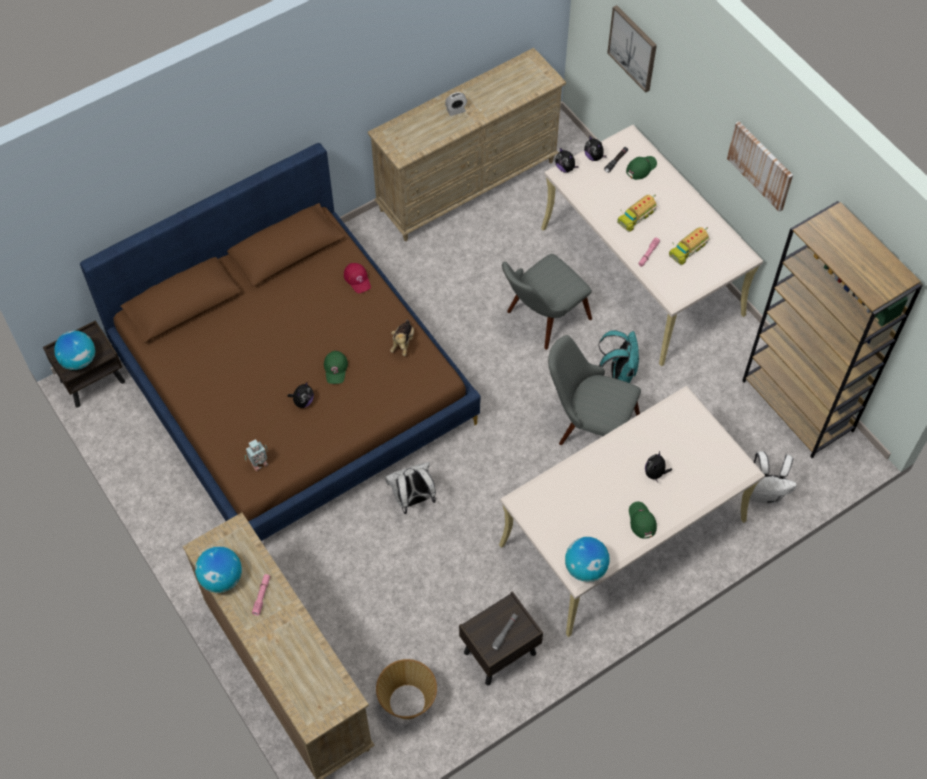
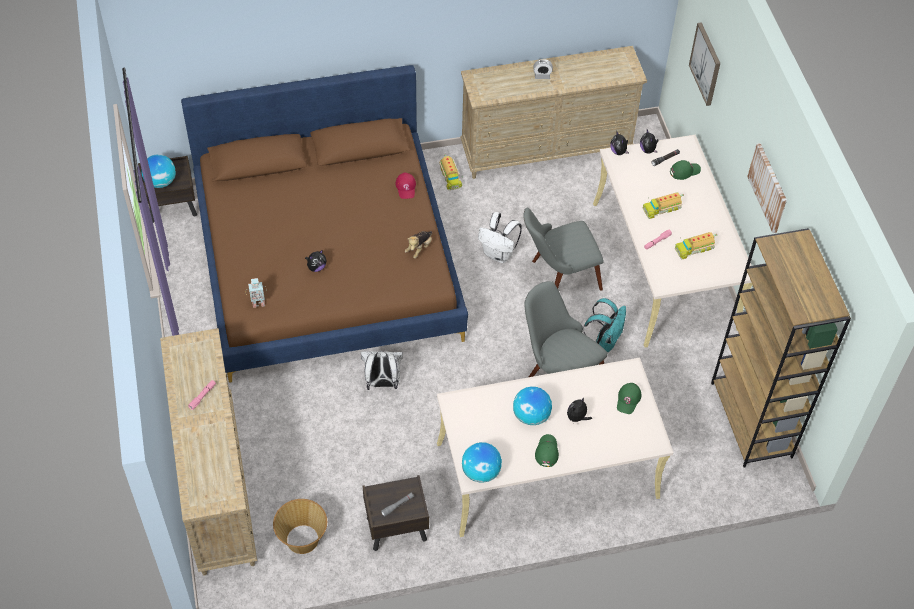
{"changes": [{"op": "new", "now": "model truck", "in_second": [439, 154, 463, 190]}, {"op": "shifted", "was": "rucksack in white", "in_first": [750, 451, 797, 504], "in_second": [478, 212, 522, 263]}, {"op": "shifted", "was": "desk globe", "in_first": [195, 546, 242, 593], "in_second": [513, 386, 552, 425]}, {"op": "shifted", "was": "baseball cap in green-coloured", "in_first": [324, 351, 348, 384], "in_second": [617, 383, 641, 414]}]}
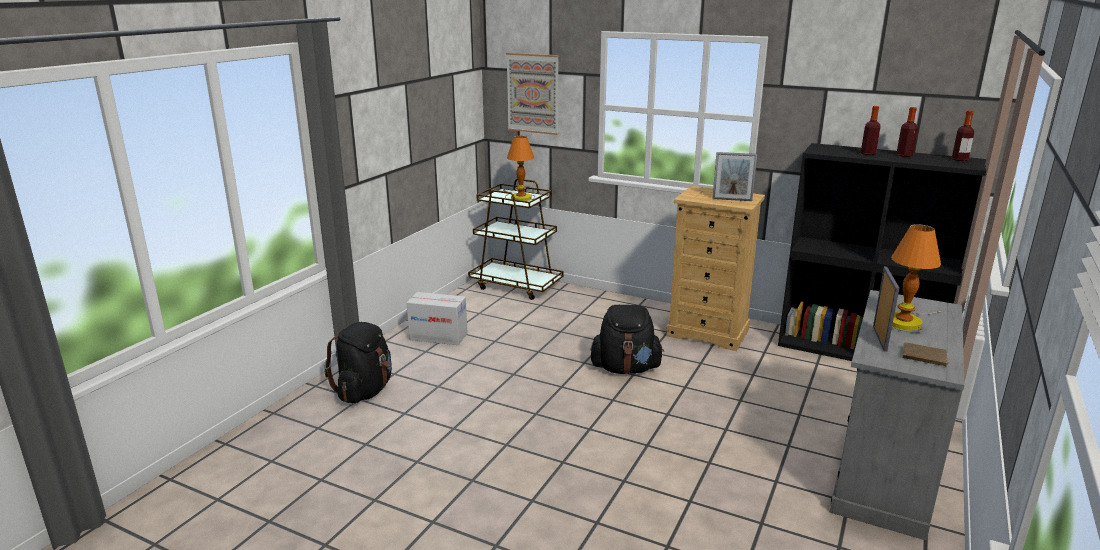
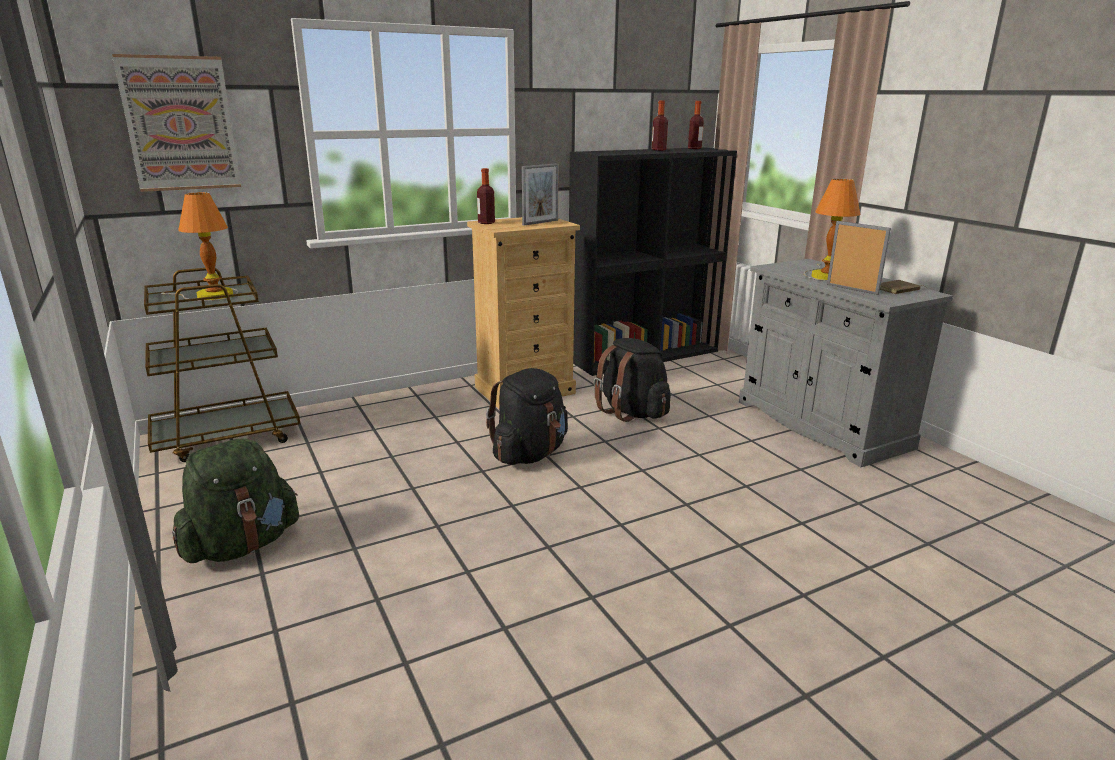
{"changes": [{"op": "swapped", "was": "packing box", "now": "rucksack in green-coloured", "in_first": [407, 292, 468, 345], "in_second": [172, 438, 299, 563]}, {"op": "shifted", "was": "drink bottle", "in_first": [861, 106, 881, 155], "in_second": [477, 168, 495, 224]}, {"op": "shifted", "was": "rucksack in black", "in_first": [324, 322, 392, 403], "in_second": [594, 338, 670, 422]}]}
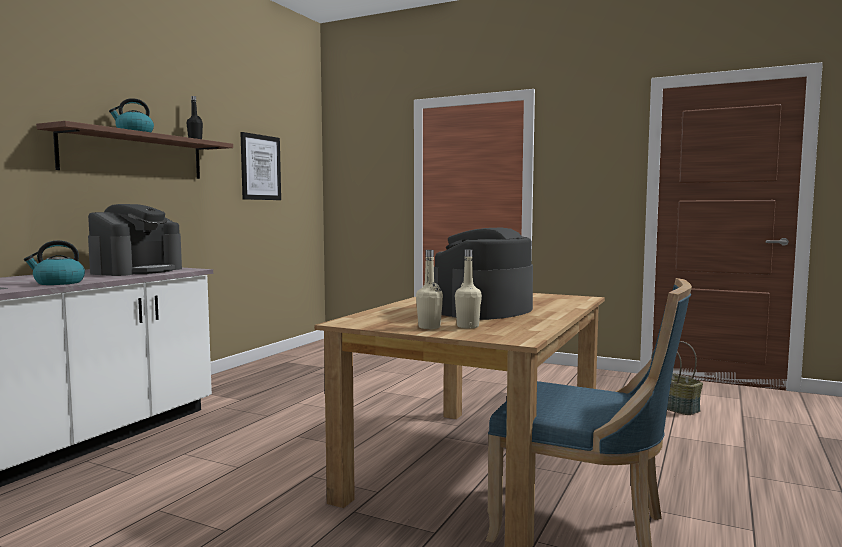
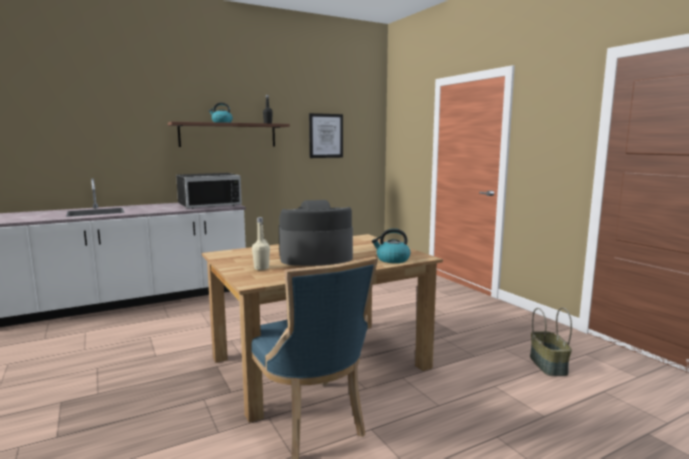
{"changes": [{"op": "swapped", "was": "coffee brewer", "now": "microwave in black", "in_first": [88, 204, 182, 276], "in_second": [176, 173, 242, 209]}, {"op": "shifted", "was": "tea kettle", "in_first": [24, 240, 85, 285], "in_second": [372, 228, 411, 263]}, {"op": "gone", "was": "drink bottle in beige-coloured", "in_first": [416, 250, 443, 329]}]}
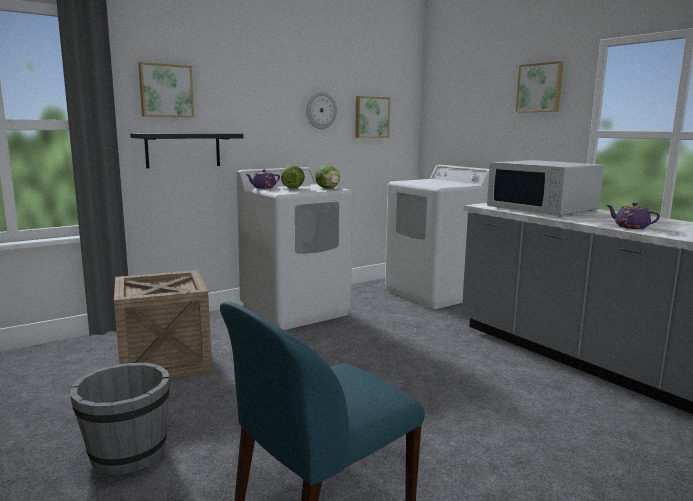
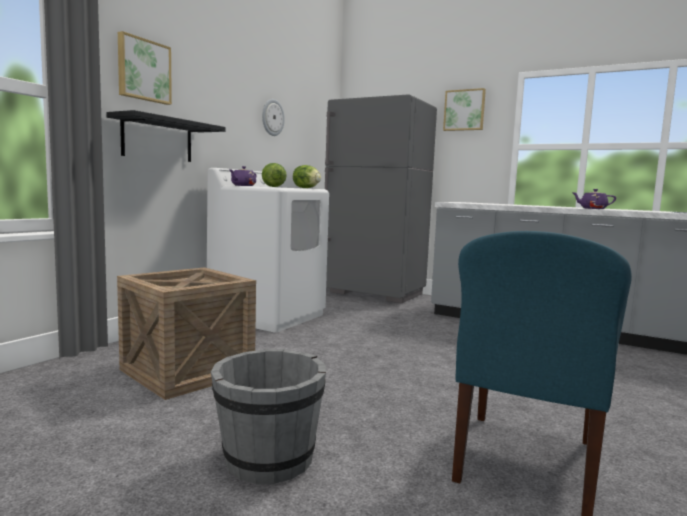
{"changes": [{"op": "swapped", "was": "laundry appliance in white", "now": "fridge in gray", "in_first": [385, 165, 489, 309], "in_second": [325, 94, 437, 303]}, {"op": "gone", "was": "picture", "in_first": [355, 96, 390, 138]}, {"op": "gone", "was": "microwave in white", "in_first": [487, 160, 604, 217]}]}
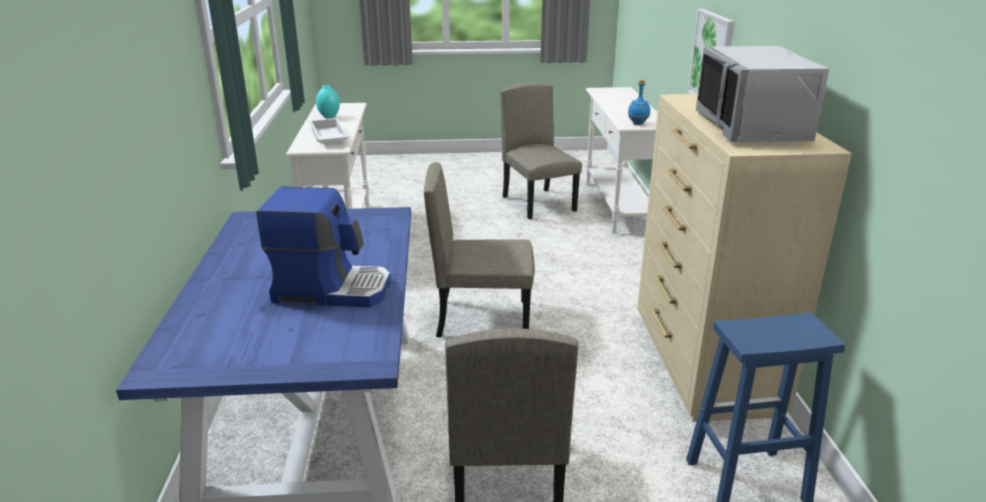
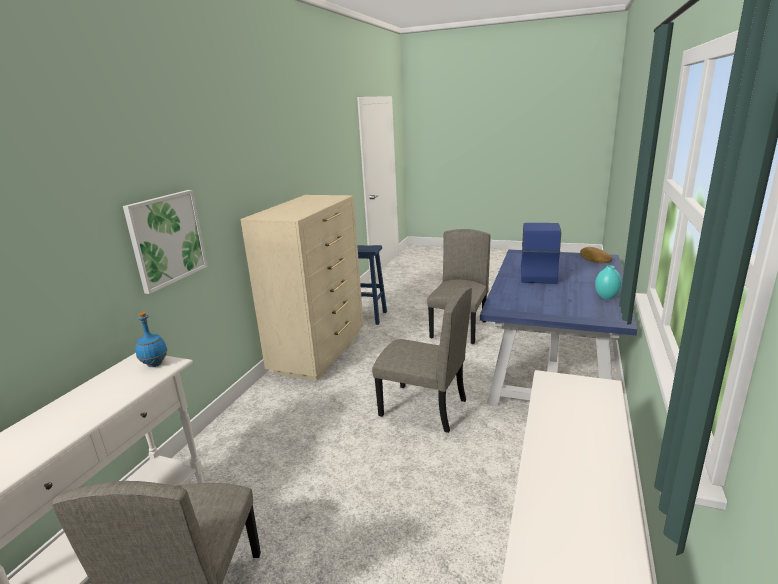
{"changes": [{"op": "rotated", "was": "coffee brewer", "in_first": [256, 186, 391, 307], "in_second": [521, 223, 561, 284], "clockwise": 75}, {"op": "new", "now": "bakery bread", "in_second": [580, 247, 612, 263]}, {"op": "shifted", "was": "decorative vase in turquoise", "in_first": [316, 85, 340, 118], "in_second": [595, 265, 622, 299]}, {"op": "gone", "was": "serving tray in white", "in_first": [309, 118, 349, 142]}, {"op": "gone", "was": "microwave in gray", "in_first": [696, 46, 829, 142]}]}
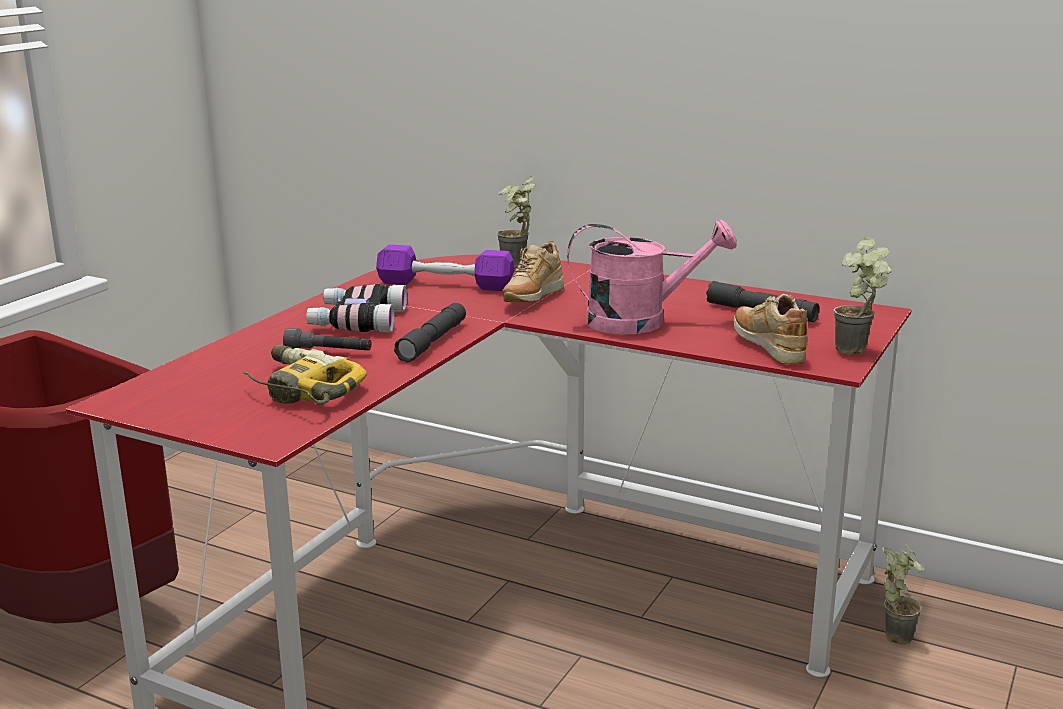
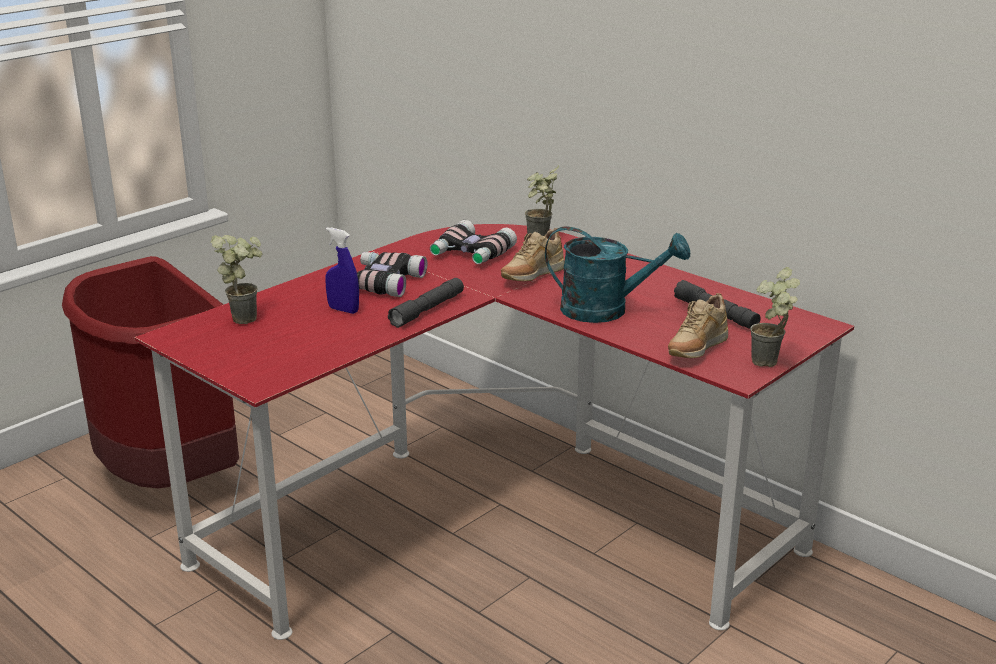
{"changes": [{"op": "shifted", "was": "houseplant", "in_first": [882, 544, 925, 645], "in_second": [210, 235, 263, 324]}, {"op": "swapped", "was": "hand torch in gray", "now": "spray bottle in blue", "in_first": [283, 328, 372, 350], "in_second": [325, 227, 359, 314]}, {"op": "swapped", "was": "dumbbell in purple-coloured", "now": "binoculars", "in_first": [376, 245, 515, 291], "in_second": [430, 220, 517, 264]}, {"op": "repainted", "was": "watering pot in pink-coloured", "now": "watering pot in turquoise", "in_first": [567, 219, 737, 335], "in_second": [545, 226, 690, 323]}, {"op": "rotated", "was": "item of footwear in beige-coloured", "in_first": [733, 294, 808, 364], "in_second": [668, 293, 728, 358], "clockwise": -135}, {"op": "gone", "was": "electric drill", "in_first": [243, 345, 367, 405]}]}
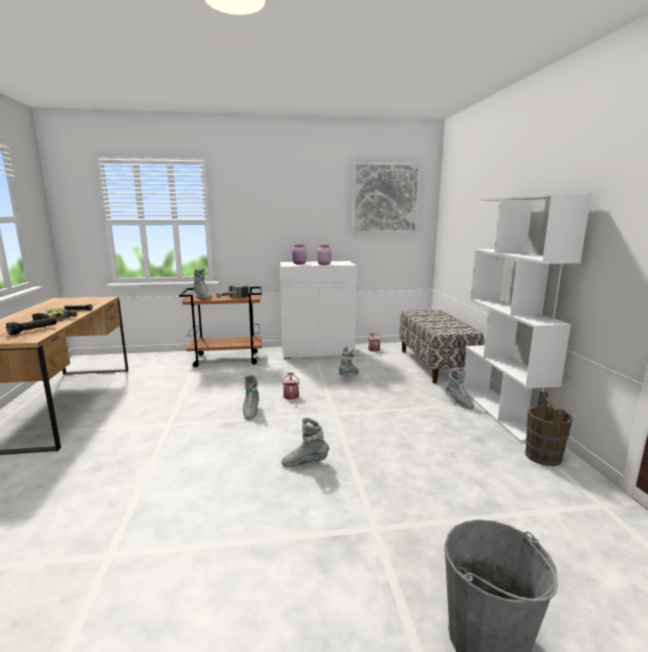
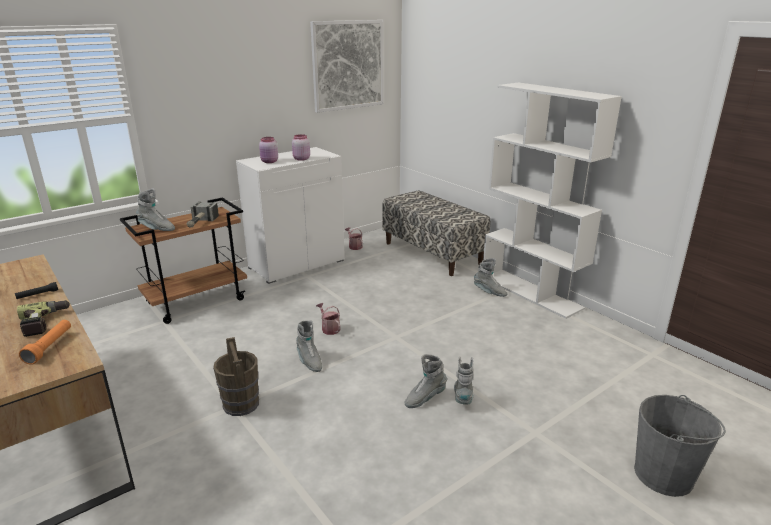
{"changes": [{"op": "repainted", "was": "hand torch in black", "now": "hand torch in orangey", "in_first": [6, 317, 57, 336], "in_second": [19, 320, 71, 365]}, {"op": "shifted", "was": "pail in brown", "in_first": [525, 392, 573, 466], "in_second": [213, 337, 259, 416]}, {"op": "shifted", "was": "boot in gray", "in_first": [339, 347, 359, 376], "in_second": [454, 356, 474, 405]}]}
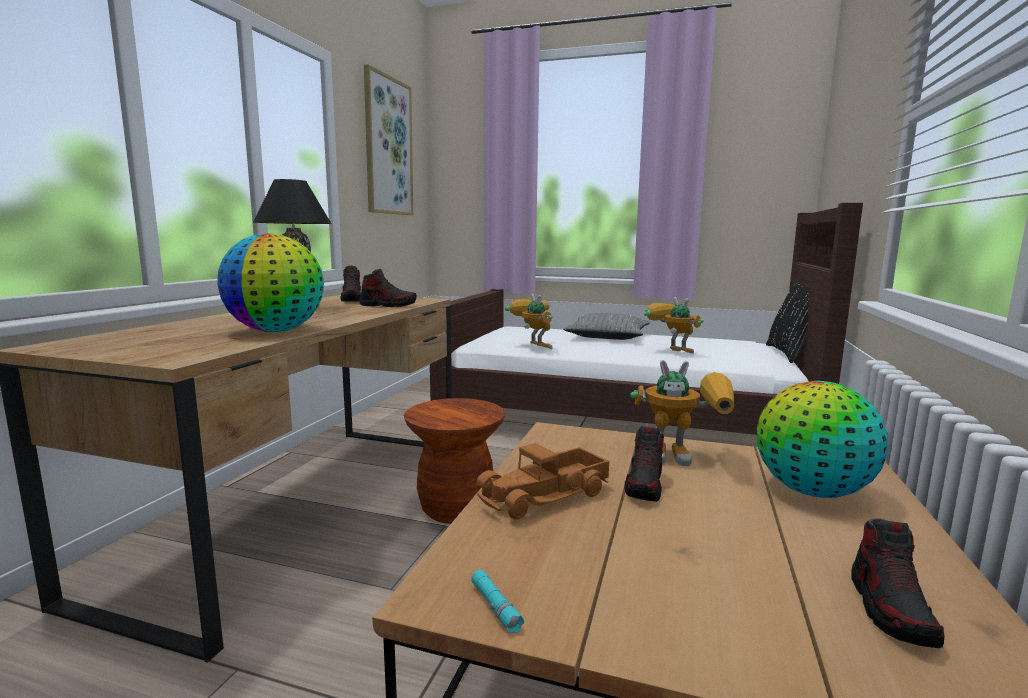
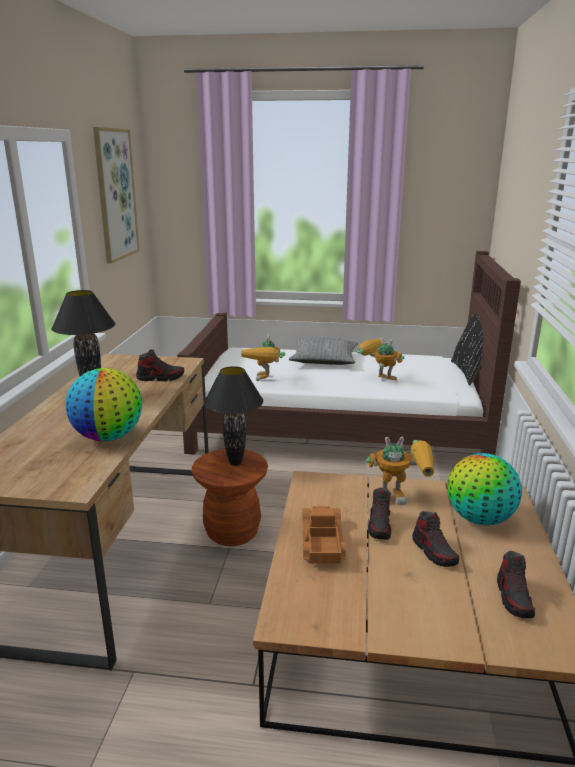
{"changes": [{"op": "new", "now": "tabletop lamp in black", "in_second": [204, 366, 263, 466]}, {"op": "rotated", "was": "toy robot", "in_first": [505, 293, 553, 349], "in_second": [241, 334, 285, 381], "clockwise": -135}, {"op": "rotated", "was": "model truck", "in_first": [477, 443, 609, 520], "in_second": [302, 506, 346, 563], "clockwise": 135}, {"op": "shifted", "was": "item of footwear", "in_first": [340, 265, 361, 301], "in_second": [412, 511, 459, 567]}, {"op": "gone", "was": "hand torch in turquoise", "in_first": [471, 570, 524, 633]}]}
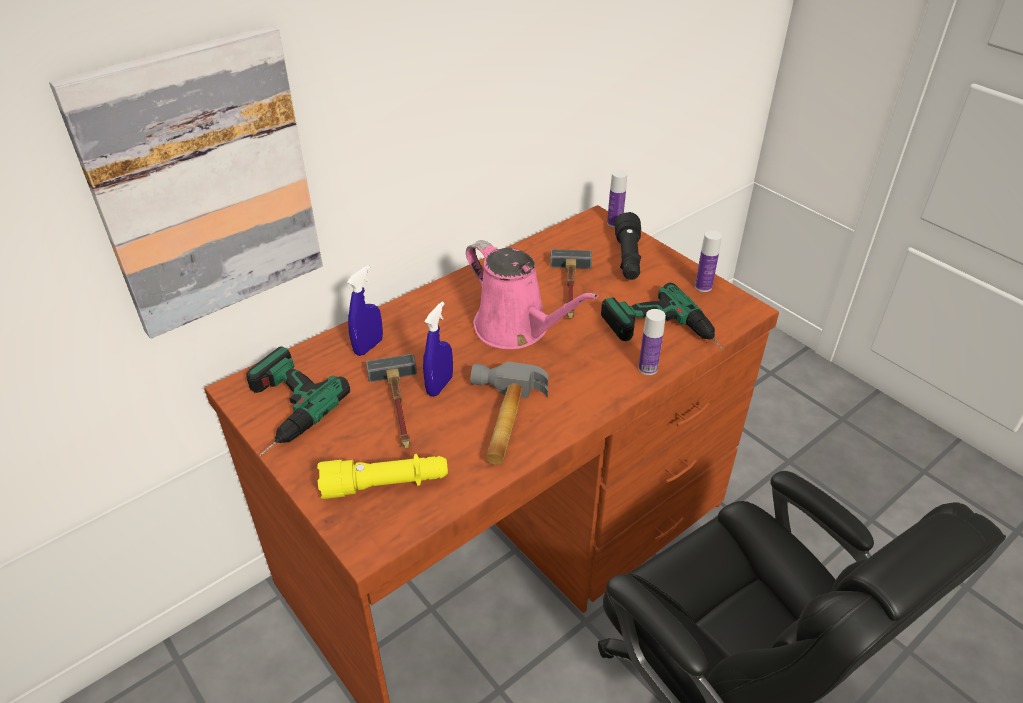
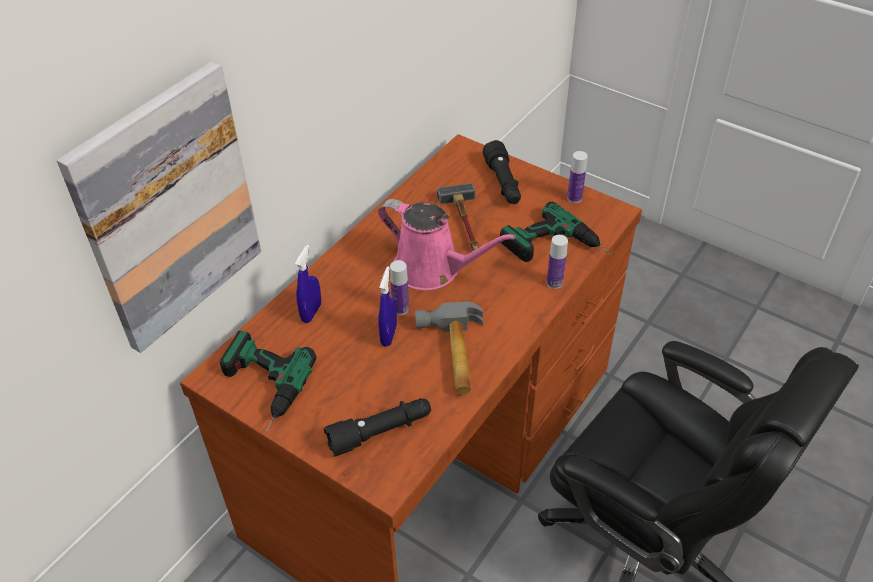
{"changes": [{"op": "repainted", "was": "hand torch in yellow", "now": "hand torch in black", "in_first": [317, 454, 448, 499], "in_second": [324, 398, 431, 457]}, {"op": "shifted", "was": "drink bottle", "in_first": [607, 170, 627, 227], "in_second": [390, 260, 409, 315]}, {"op": "gone", "was": "tool hammer", "in_first": [366, 354, 417, 448]}]}
